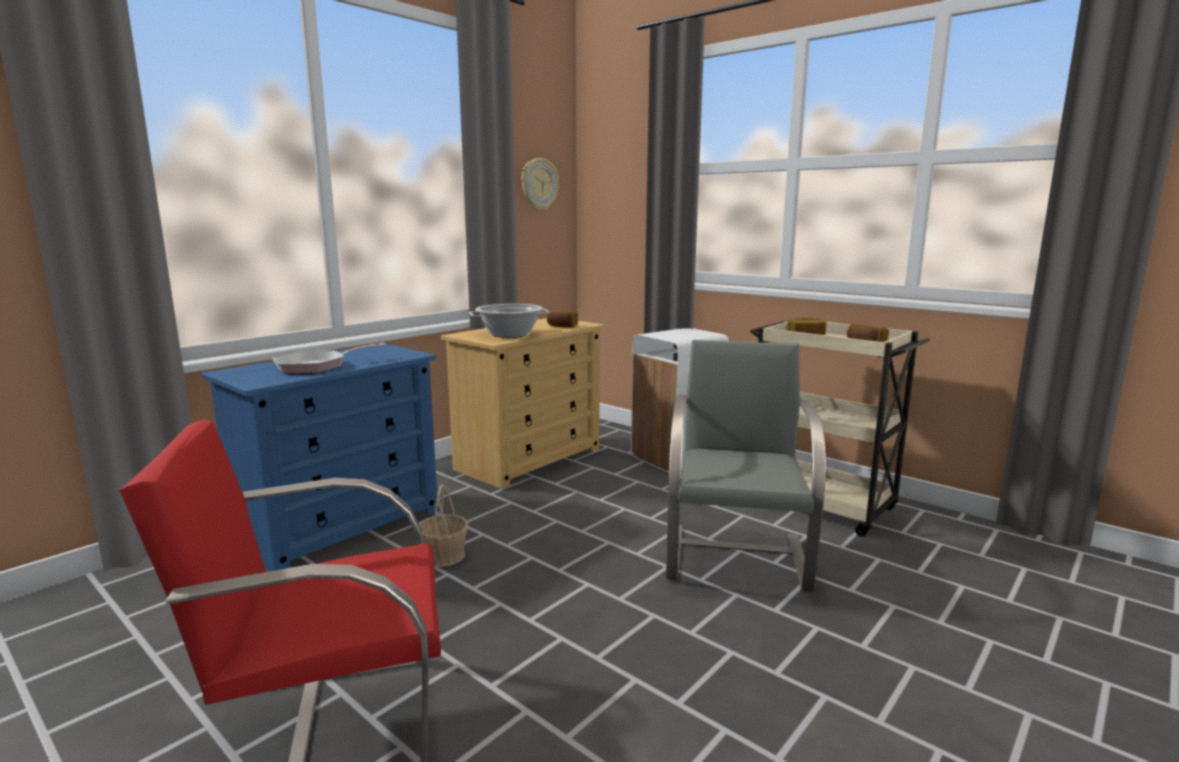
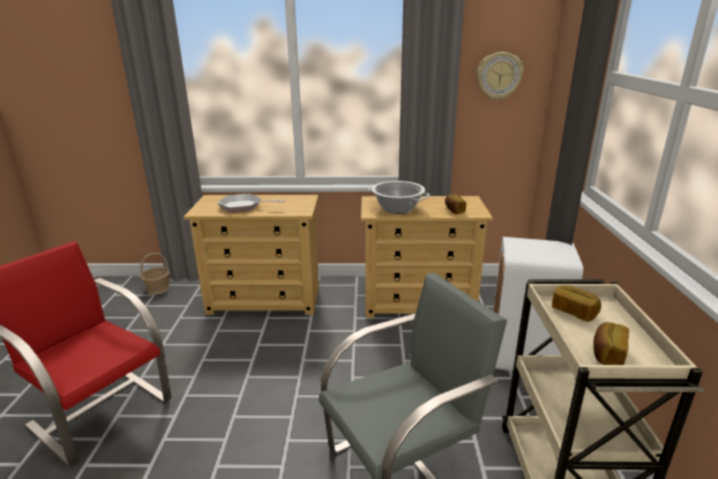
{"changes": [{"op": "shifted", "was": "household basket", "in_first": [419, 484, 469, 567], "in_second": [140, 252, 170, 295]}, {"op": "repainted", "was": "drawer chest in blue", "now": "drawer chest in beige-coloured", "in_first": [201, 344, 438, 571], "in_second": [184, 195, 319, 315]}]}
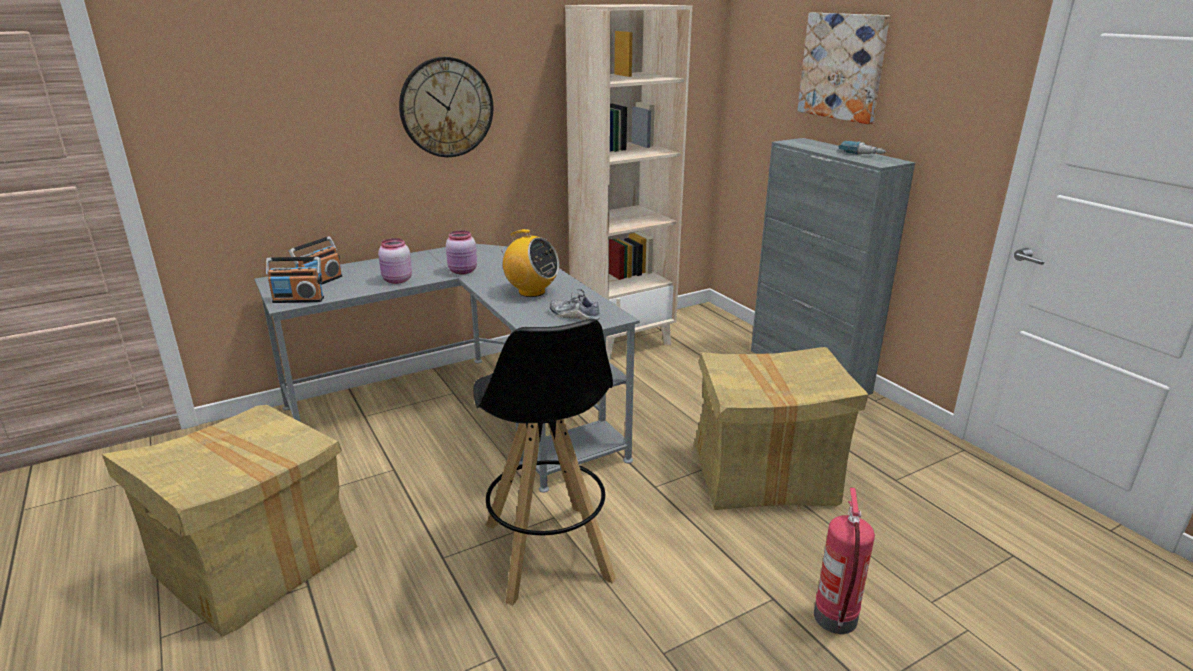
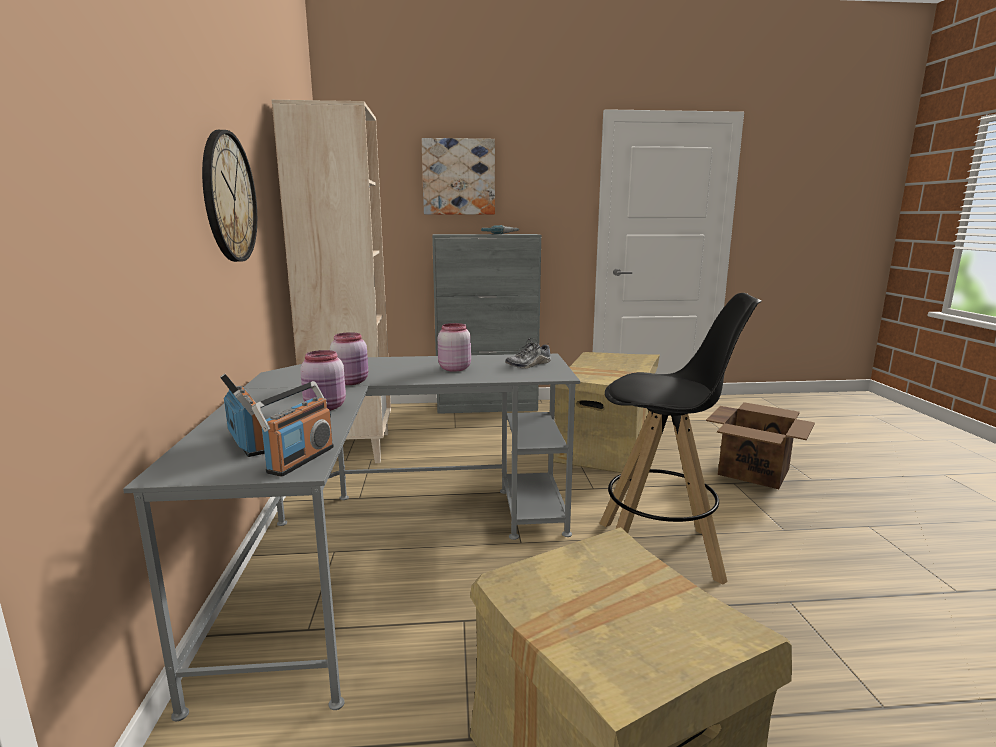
{"changes": [{"op": "swapped", "was": "radio", "now": "storage jar in pink-coloured", "in_first": [497, 229, 559, 297], "in_second": [438, 323, 471, 372]}, {"op": "swapped", "was": "fire extinguisher", "now": "packing box", "in_first": [814, 488, 875, 634], "in_second": [706, 402, 815, 489]}]}
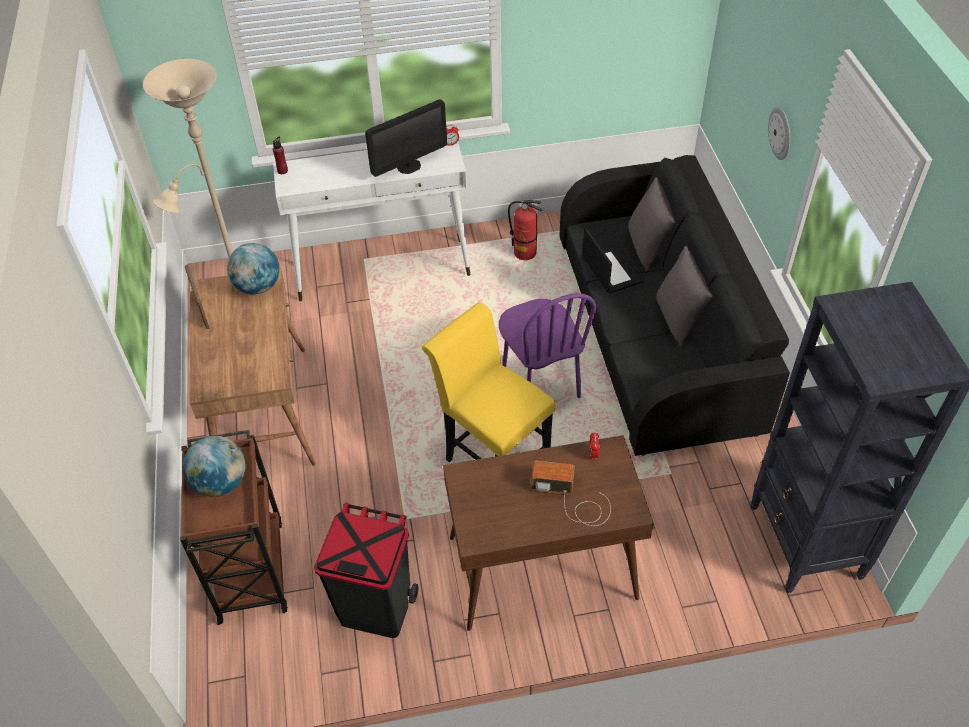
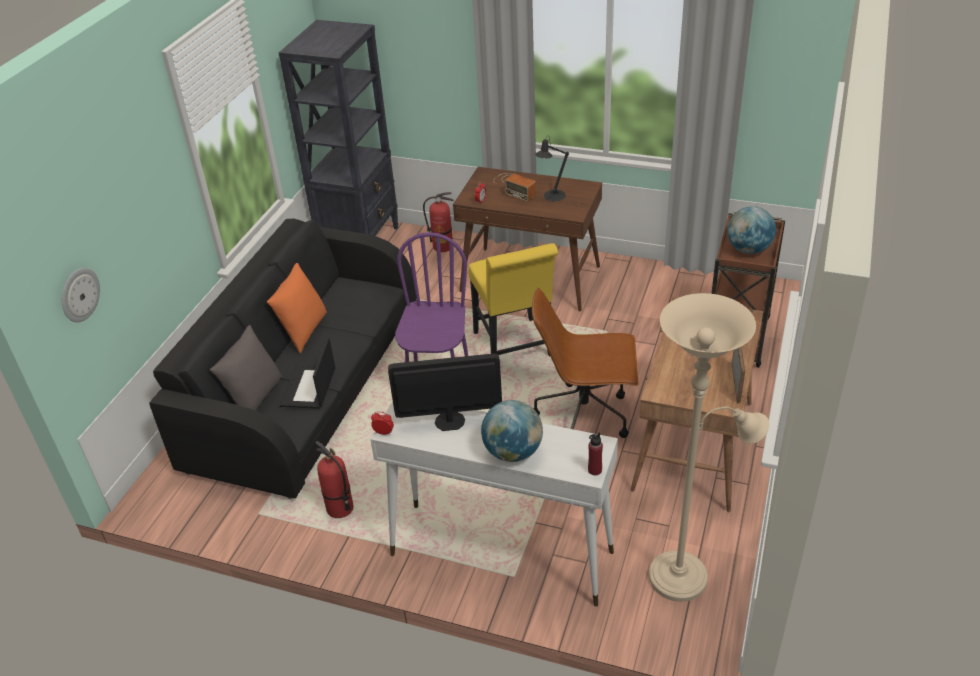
{"changes": [{"op": "shifted", "was": "clock on the wall", "in_first": [768, 107, 790, 160], "in_second": [62, 268, 100, 322]}, {"op": "repainted", "was": "throw pillow in gray", "now": "throw pillow in orangey", "in_first": [656, 246, 713, 347], "in_second": [267, 263, 327, 353]}, {"op": "new", "now": "fire extinguisher", "in_second": [423, 192, 454, 252]}, {"op": "shifted", "was": "desk globe", "in_first": [227, 243, 280, 294], "in_second": [481, 400, 543, 462]}, {"op": "new", "now": "office chair in brown", "in_second": [532, 288, 639, 438]}, {"op": "new", "now": "tabletop lamp in black", "in_second": [535, 135, 569, 201]}, {"op": "gone", "was": "rubbish bin in black", "in_first": [314, 502, 419, 638]}]}
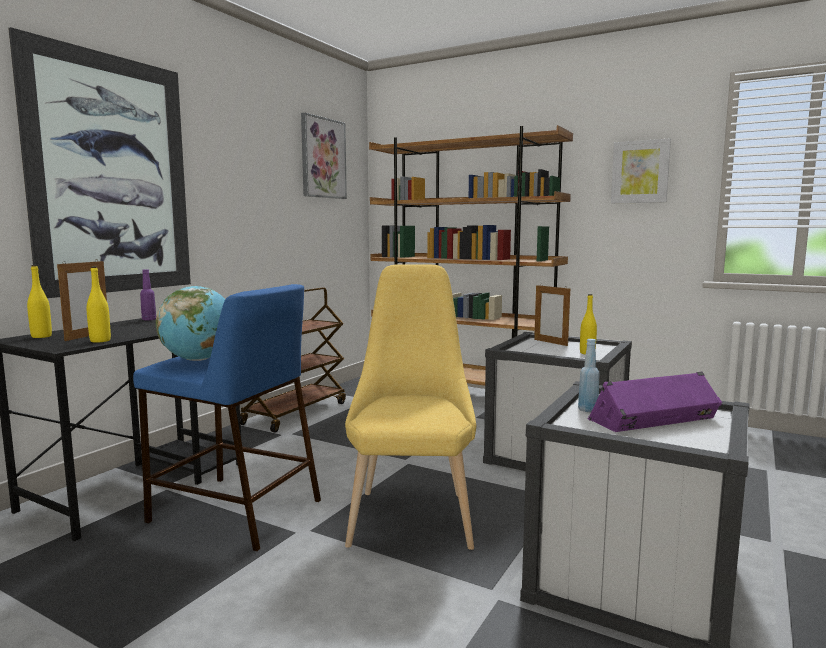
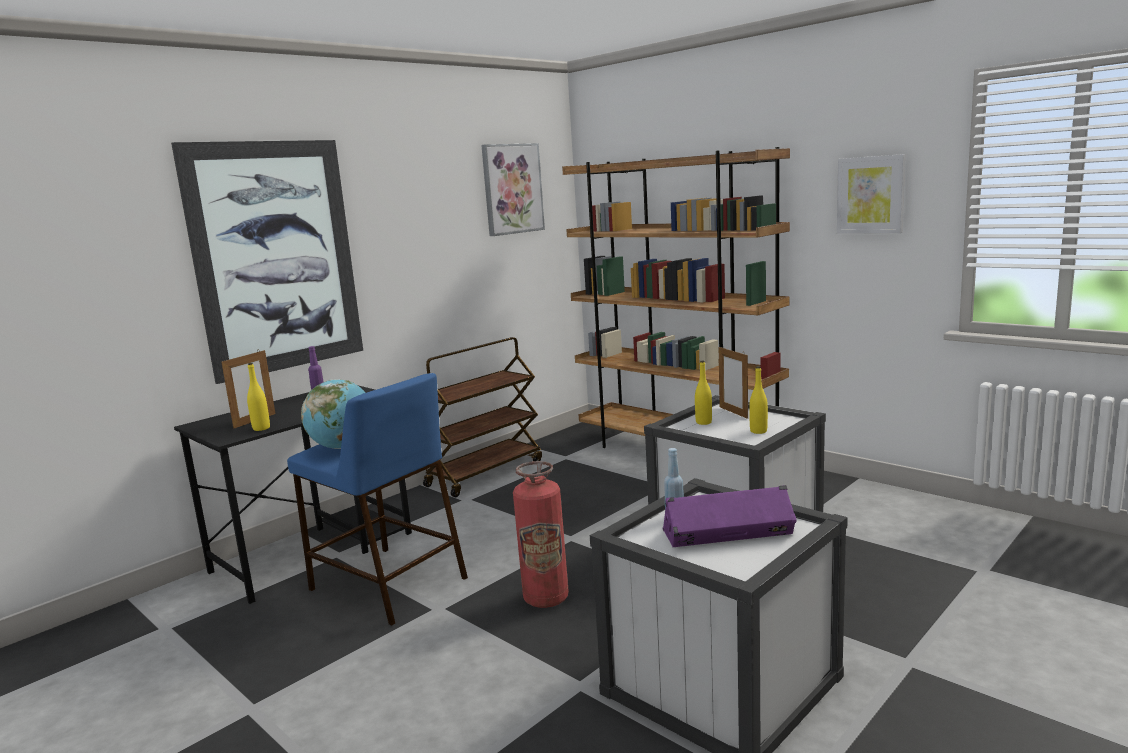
{"changes": [{"op": "swapped", "was": "chair in yellow", "now": "fire extinguisher", "in_first": [345, 264, 476, 550], "in_second": [513, 461, 569, 608]}, {"op": "shifted", "was": "drink bottle in yellow", "in_first": [27, 265, 52, 338], "in_second": [695, 360, 712, 425]}]}
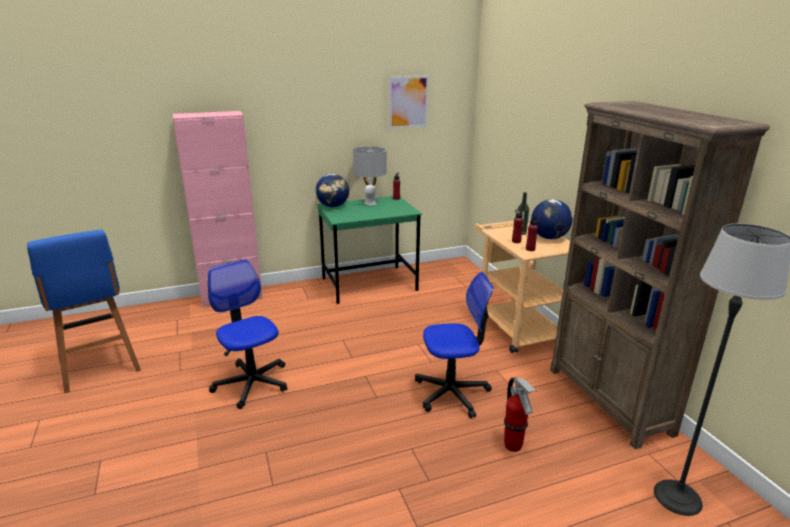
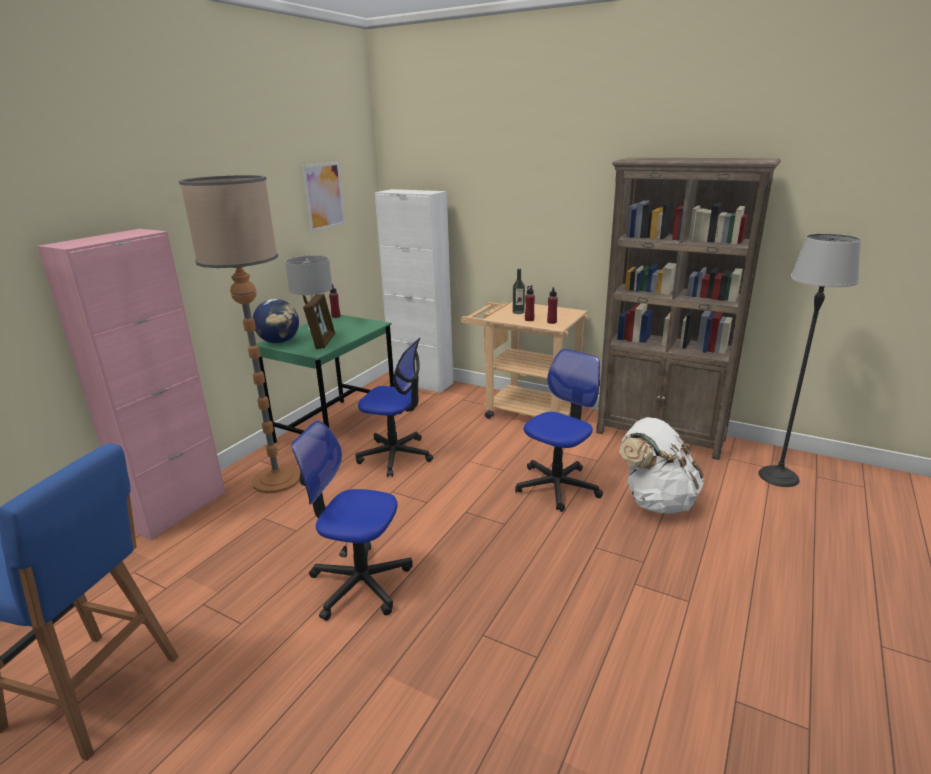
{"changes": [{"op": "new", "now": "standing lamp", "in_second": [179, 175, 301, 493]}, {"op": "new", "now": "standing frame", "in_second": [303, 294, 335, 349]}, {"op": "new", "now": "office chair", "in_second": [356, 338, 433, 477]}, {"op": "new", "now": "cabinet in white", "in_second": [375, 189, 453, 393]}, {"op": "swapped", "was": "fire extinguisher", "now": "rucksack in white", "in_first": [504, 378, 537, 452], "in_second": [619, 417, 704, 514]}, {"op": "gone", "was": "desk globe", "in_first": [531, 199, 573, 239]}]}
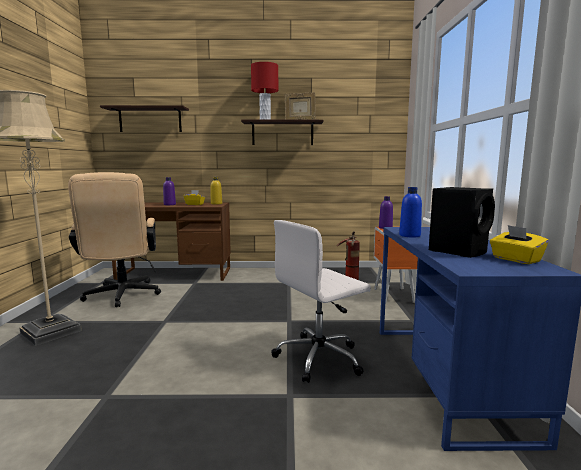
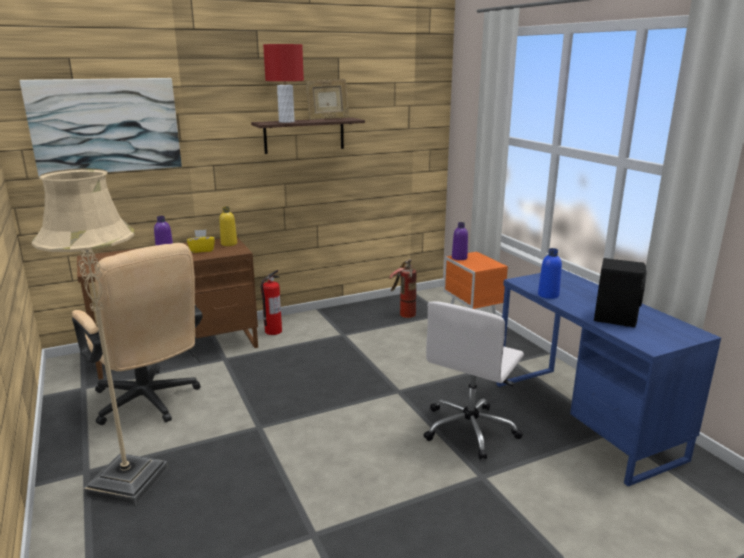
{"changes": [{"op": "swapped", "was": "shelf", "now": "picture", "in_first": [100, 105, 189, 132], "in_second": [19, 78, 182, 176]}, {"op": "new", "now": "fire extinguisher", "in_second": [261, 270, 282, 335]}, {"op": "gone", "was": "tissue box in yellow", "in_first": [490, 225, 549, 264]}]}
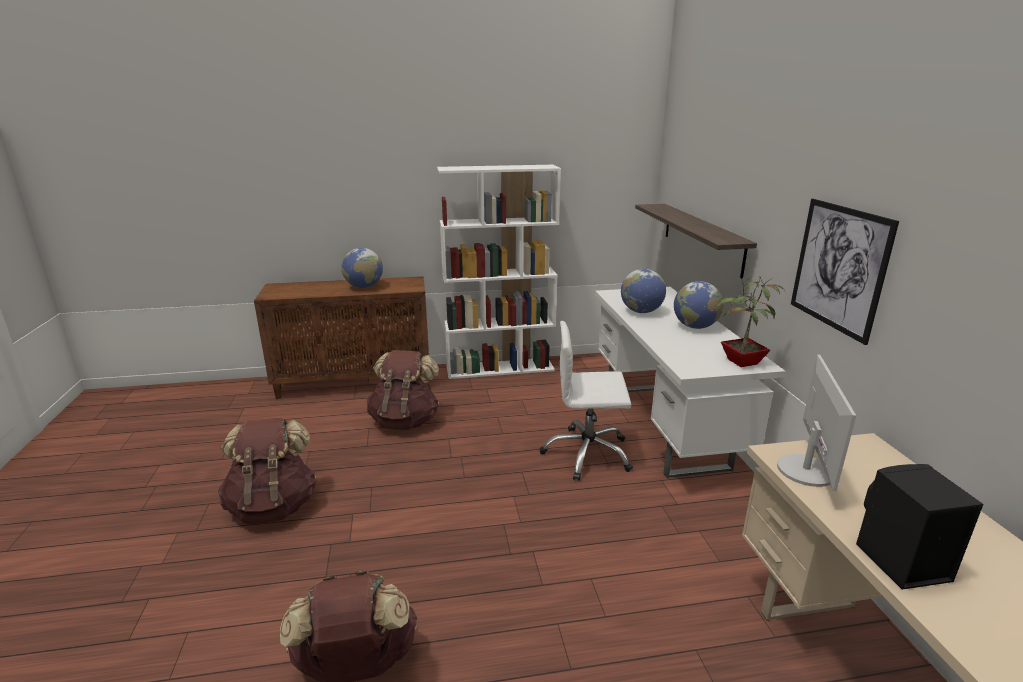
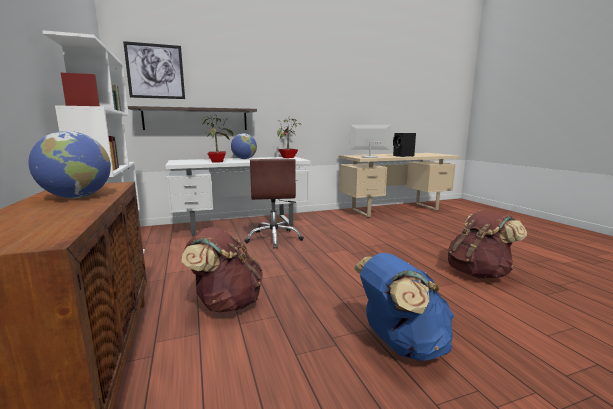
{"changes": [{"op": "shifted", "was": "picture", "in_first": [791, 199, 899, 345], "in_second": [123, 41, 185, 99]}, {"op": "swapped", "was": "desk globe", "now": "houseplant", "in_first": [621, 269, 666, 313], "in_second": [202, 114, 234, 163]}, {"op": "repainted", "was": "office chair in white", "now": "office chair in brown", "in_first": [540, 321, 633, 481], "in_second": [244, 159, 304, 249]}, {"op": "repainted", "was": "rucksack in brown", "now": "rucksack in blue", "in_first": [218, 418, 317, 524], "in_second": [354, 253, 454, 361]}]}
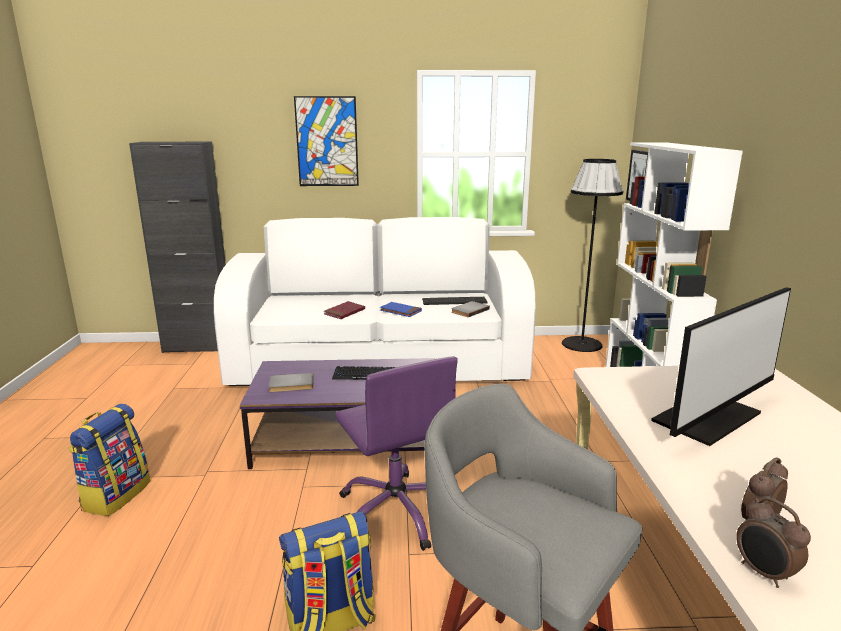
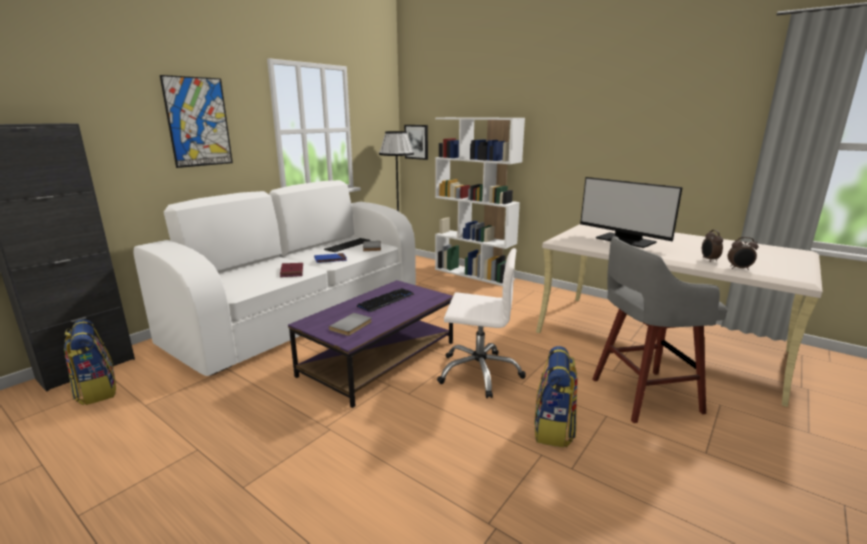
{"changes": [{"op": "shifted", "was": "rucksack", "in_first": [69, 404, 150, 516], "in_second": [64, 319, 116, 406]}, {"op": "repainted", "was": "office chair in purple-coloured", "now": "office chair in white", "in_first": [335, 356, 458, 551], "in_second": [437, 248, 526, 398]}, {"op": "rotated", "was": "monitor", "in_first": [651, 287, 791, 446], "in_second": [580, 177, 683, 248], "clockwise": 135}]}
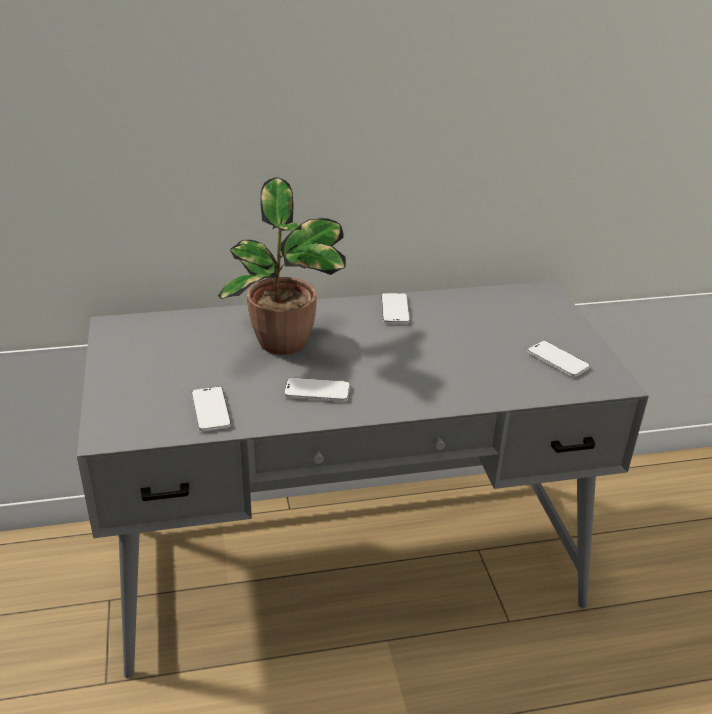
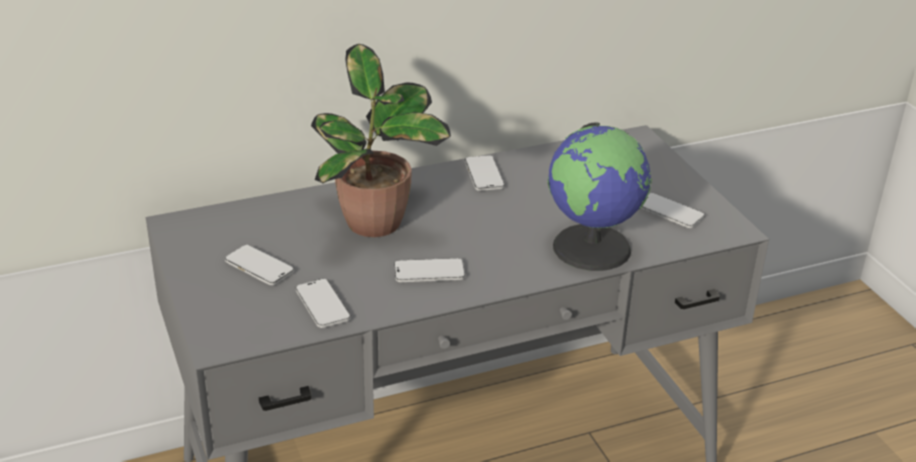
{"changes": [{"op": "new", "now": "telephone", "in_second": [225, 245, 294, 285]}, {"op": "new", "now": "desk globe", "in_second": [548, 123, 652, 271]}]}
